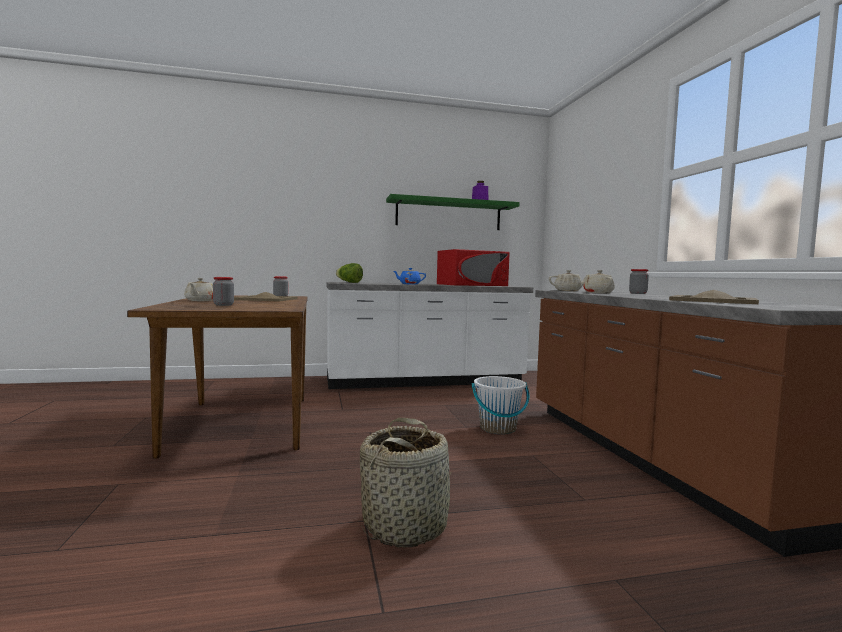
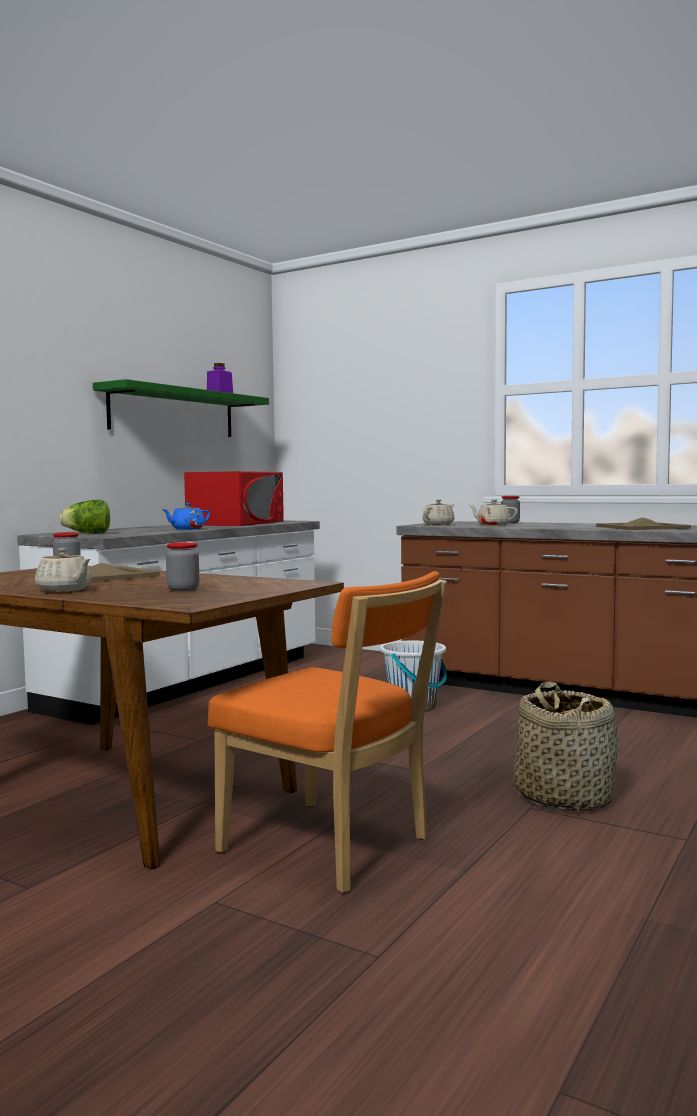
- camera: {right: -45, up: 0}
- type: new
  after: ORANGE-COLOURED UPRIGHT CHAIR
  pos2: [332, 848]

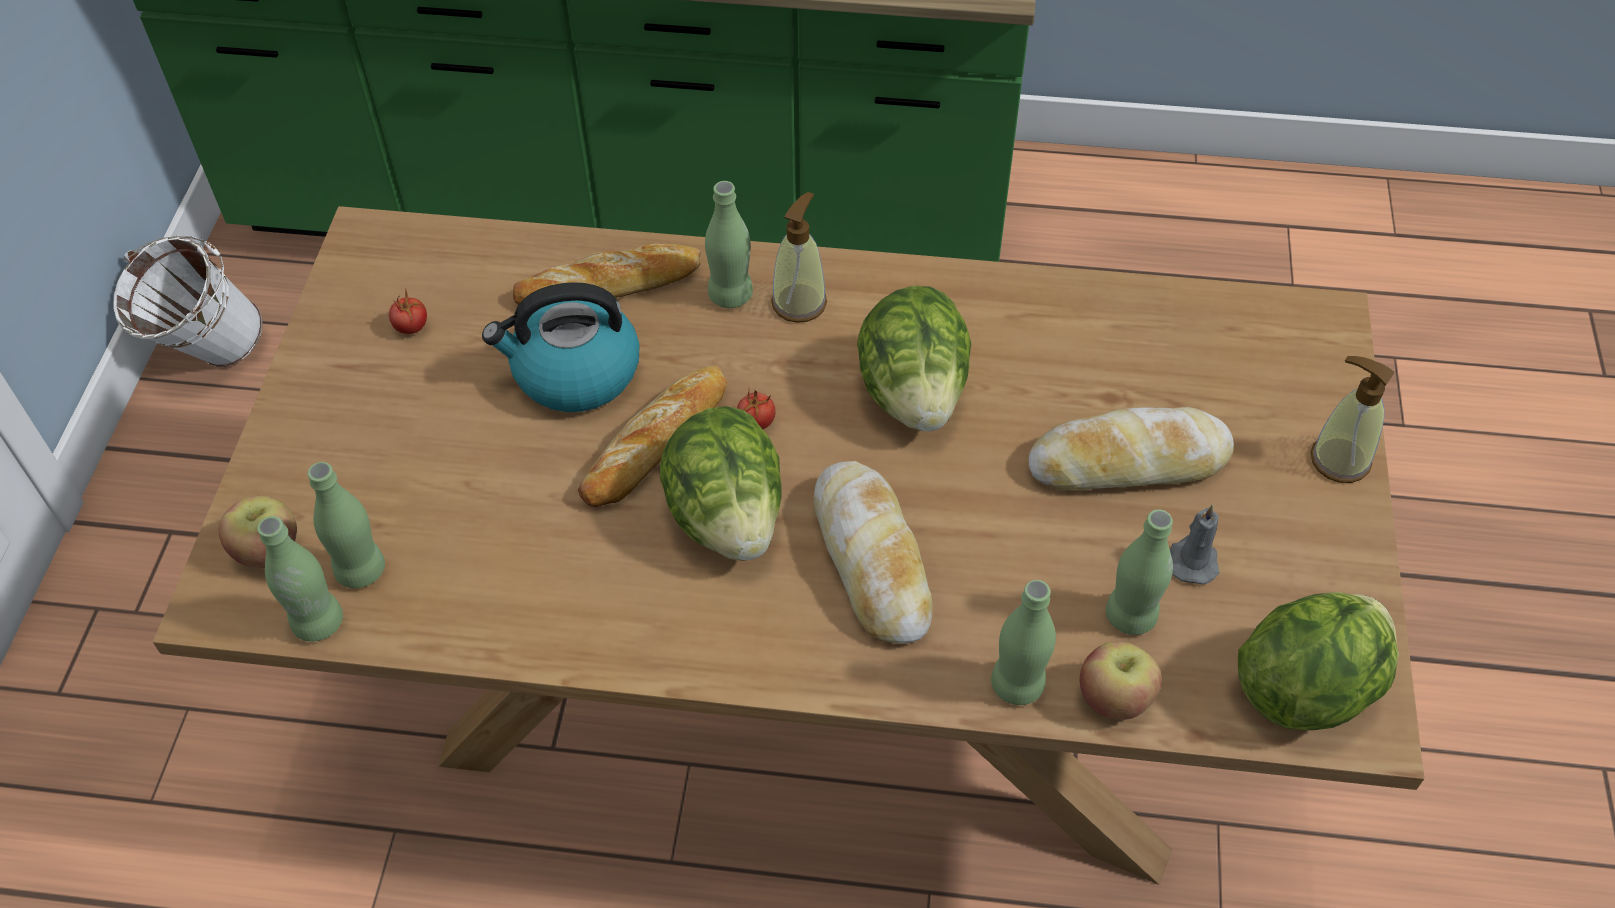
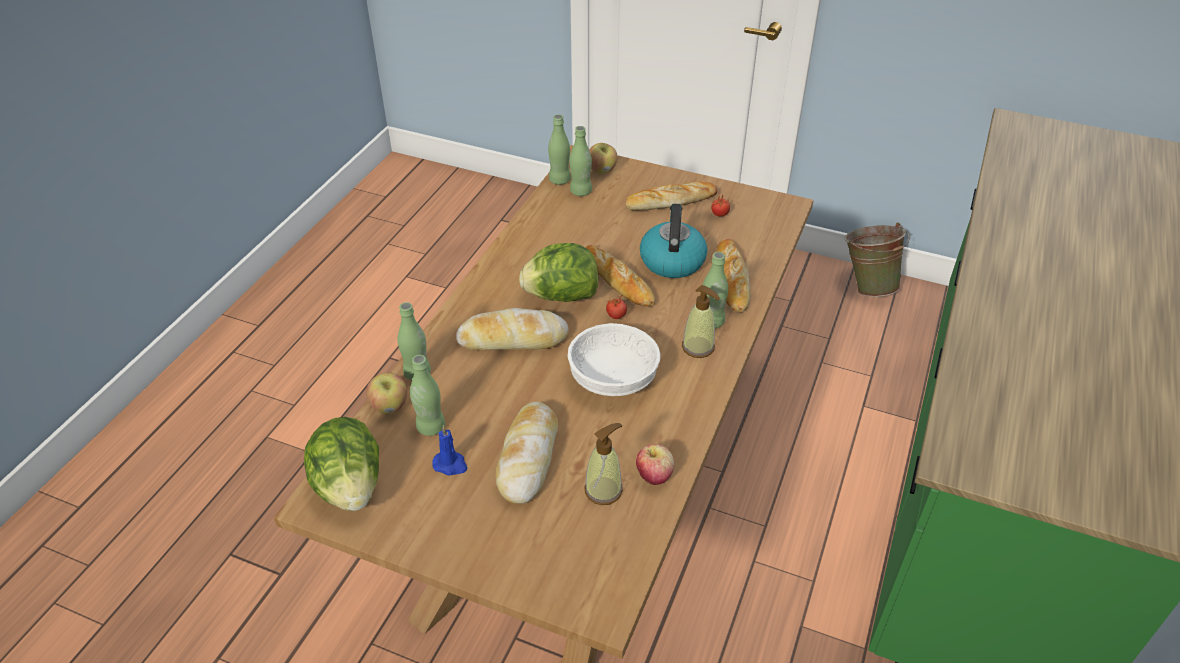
- camera: {right: 105, up: -10}
- type: repainted
  before: GREY CANDLE
  after: BLUISH CANDLE
  pos1: [1192, 560]
  pos2: [450, 464]
- type: swapped
  before: LETTUCE HEAD
  after: WHITE SERVING BOWL
  pos1: [913, 393]
  pos2: [614, 379]
- type: shifted
  before: SOAP BOTTLE
  pos1: [1339, 460]
  pos2: [603, 490]
- type: new
  after: BAKED BREAD
  pos2: [670, 201]
- type: new
  after: WHOLE APPLE
  pos2: [654, 476]
- type: repainted
  before: WHITE WATER BUCKET
  after: GREEN-COLOURED WATER BUCKET
  pos1: [207, 357]
  pos2: [867, 285]

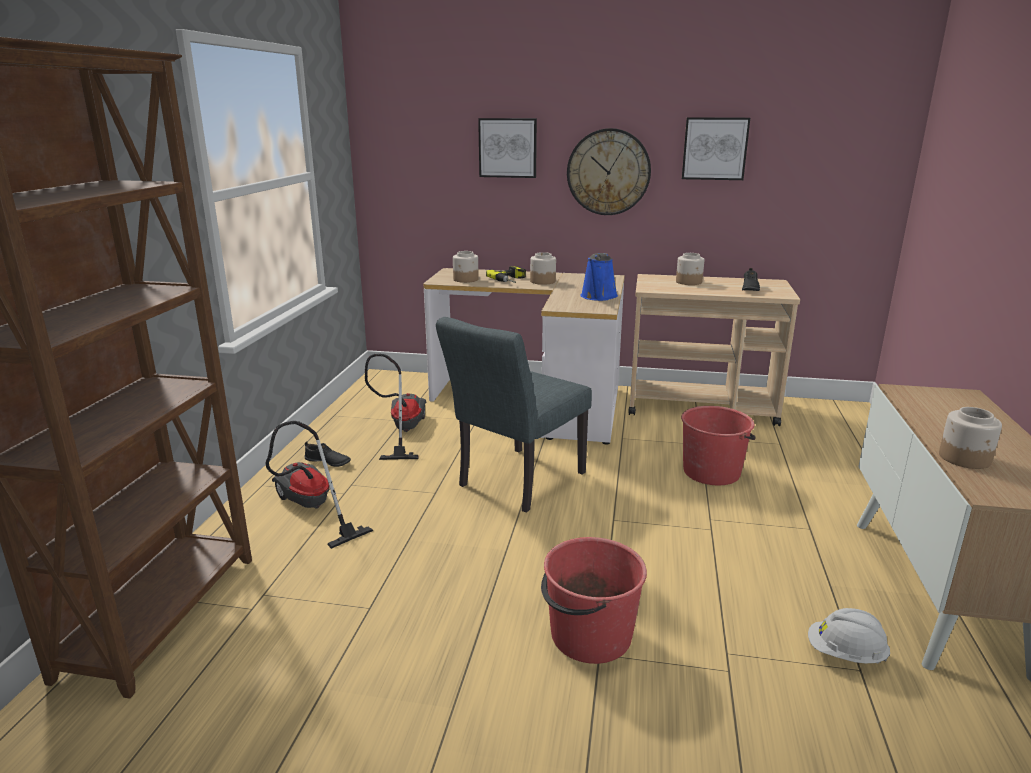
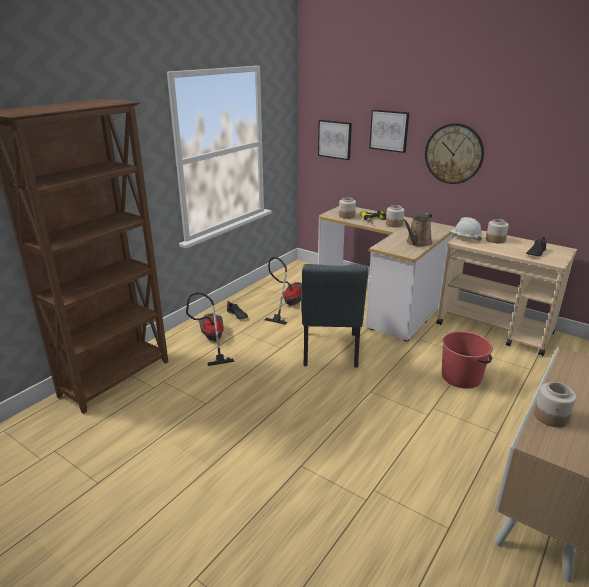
- camera: {right: 25, up: 5}
- type: rotated
  before: GREY UPRIGHT CHAIR
  pos1: [515, 483]
  pos2: [330, 353]
  turn: -60
- type: shifted
  before: PICTURE
  pos1: [714, 148]
  pos2: [335, 139]
- type: repainted
  before: BLUISH SPRINKLING CAN
  after: BROWNISH SPRINKLING CAN
  pos1: [598, 297]
  pos2: [417, 243]
- type: shifted
  before: WHITE SAFETY HELMET
  pos1: [845, 654]
  pos2: [465, 238]
- type: gone
  before: REDDISH WATER BUCKET
  pos1: [589, 636]

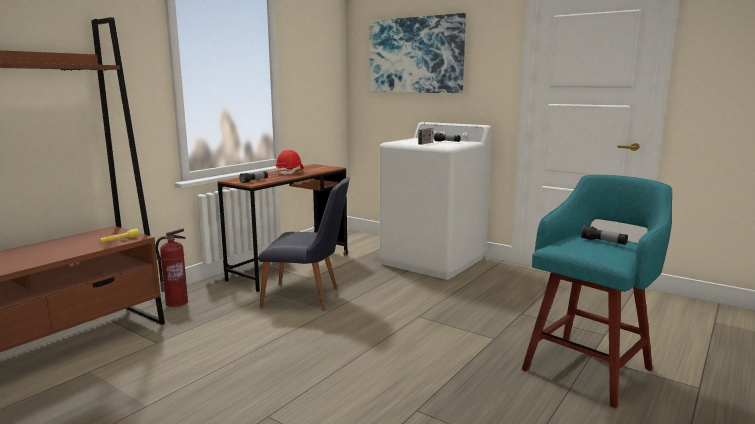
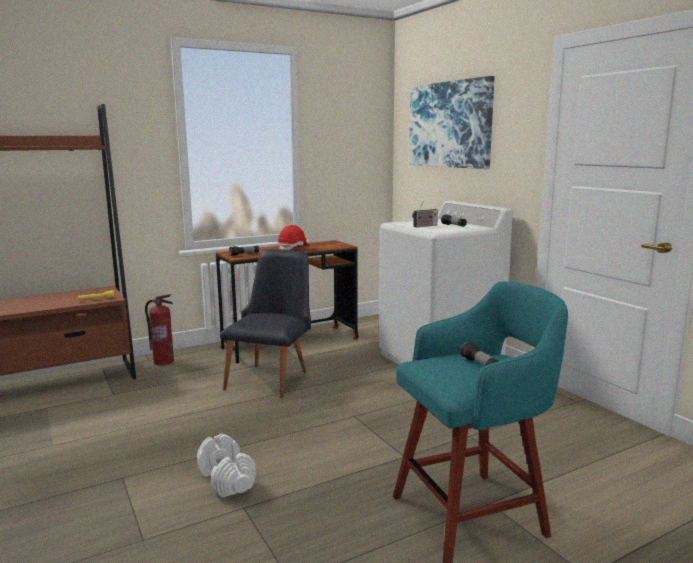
- camera: {right: 25, up: 0}
- type: new
  after: WHITE FREE WEIGHT
  pos2: [227, 479]
- type: rotated
  before: BLACKISH UPRIGHT CHAIR
  pos1: [308, 298]
  pos2: [272, 377]
  turn: -105

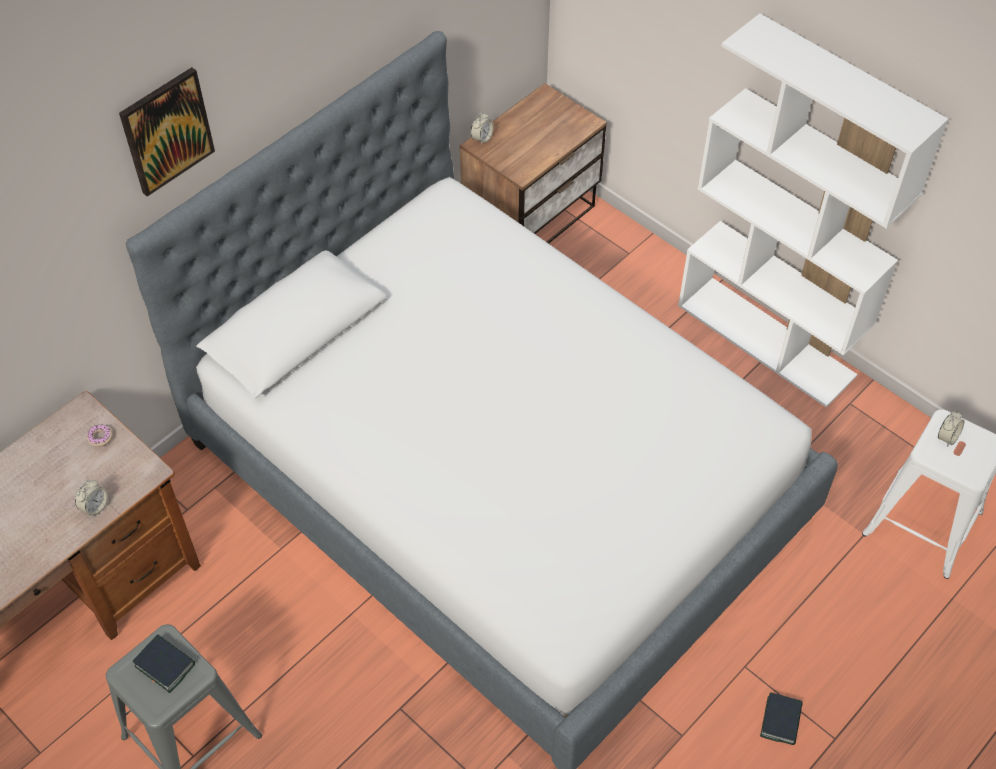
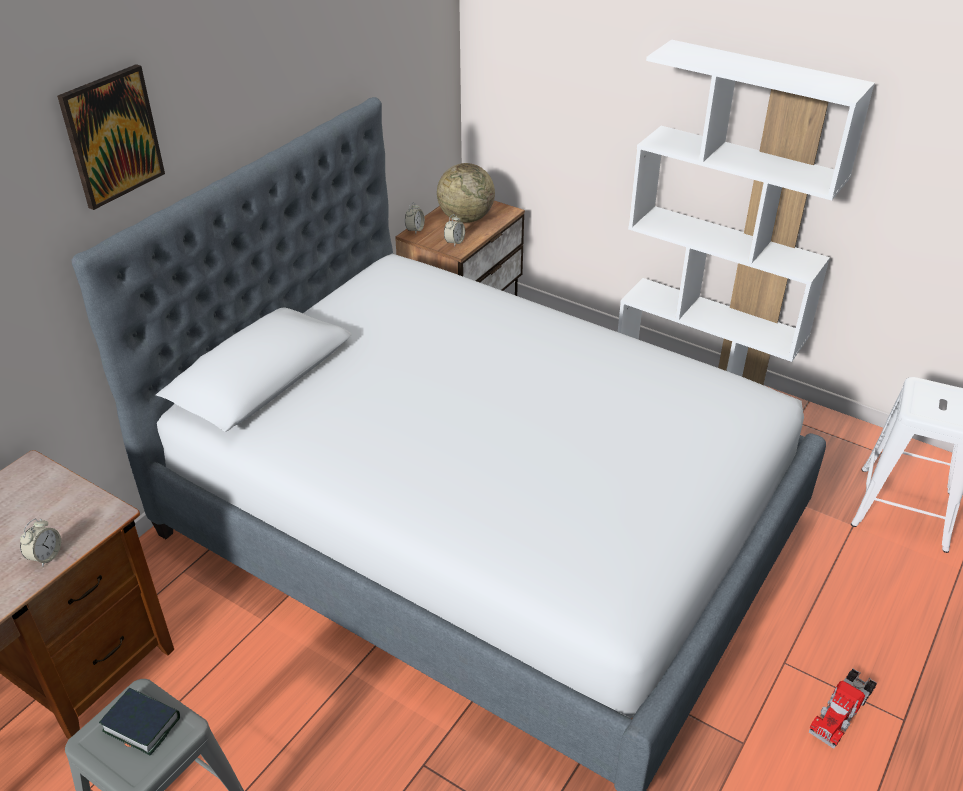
- camera: {right: -10, up: -15}
- type: new
  after: DESK GLOBE
  pos2: [465, 218]
- type: shifted
  before: BEDSIDE CLOCK
  pos1: [947, 437]
  pos2: [454, 242]
- type: swapped
  before: BOUND BOOK
  after: TOY TRUCK
  pos1: [781, 721]
  pos2: [841, 711]
- type: gone
  before: RING DOUGHNUT
  pos1: [100, 437]

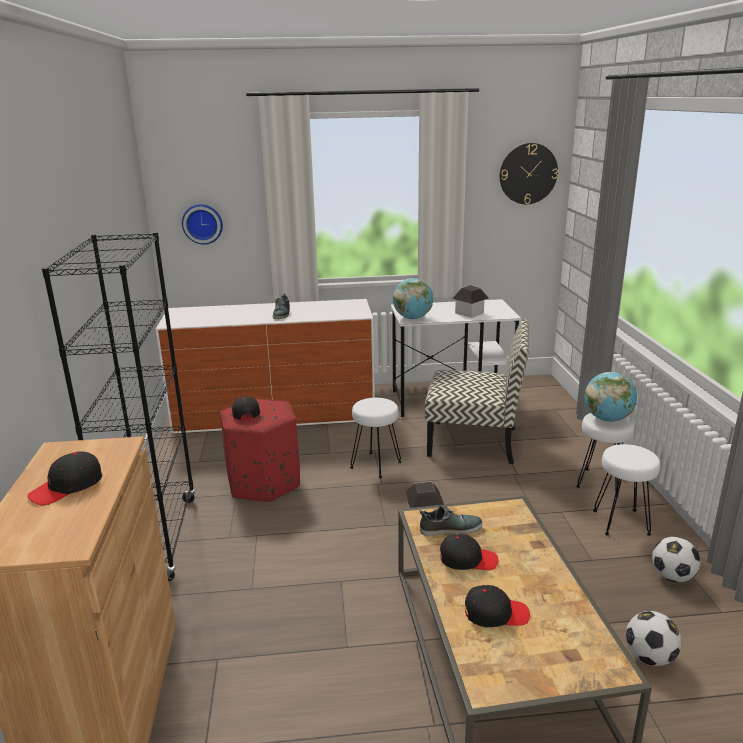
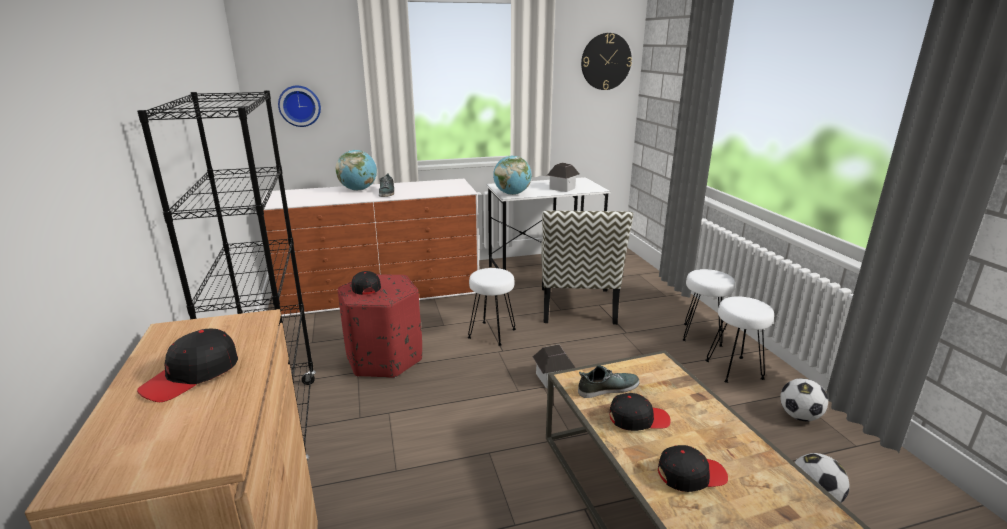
- camera: {right: -10, up: 0}
- type: shifted
  before: DESK GLOBE
  pos1: [607, 419]
  pos2: [358, 190]
- type: rotated
  before: UPRIGHT CHAIR
  pos1: [474, 441]
  pos2: [577, 306]
  turn: 90

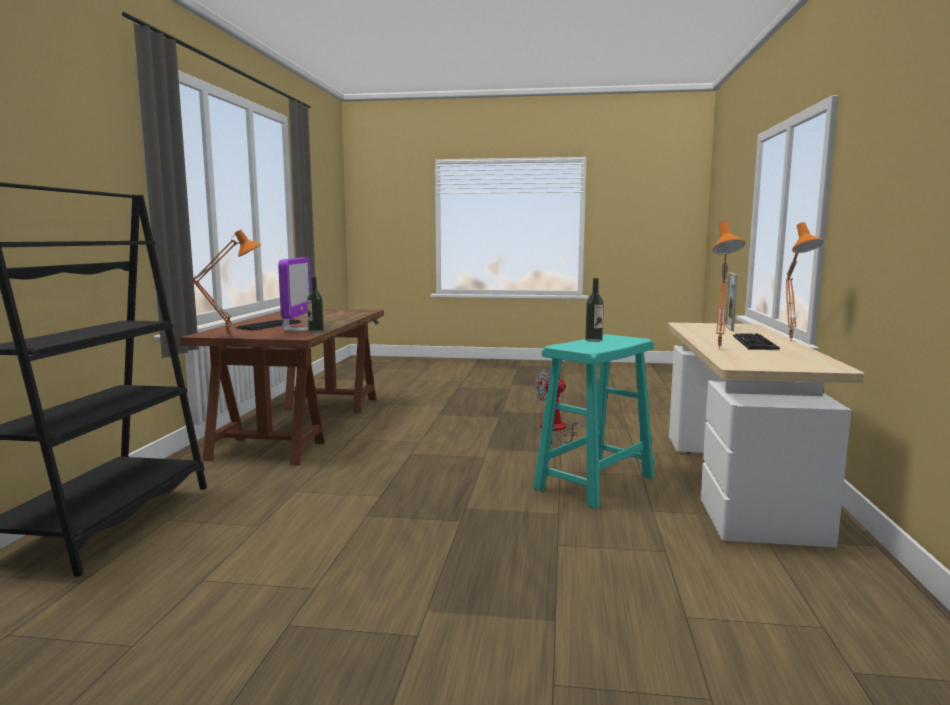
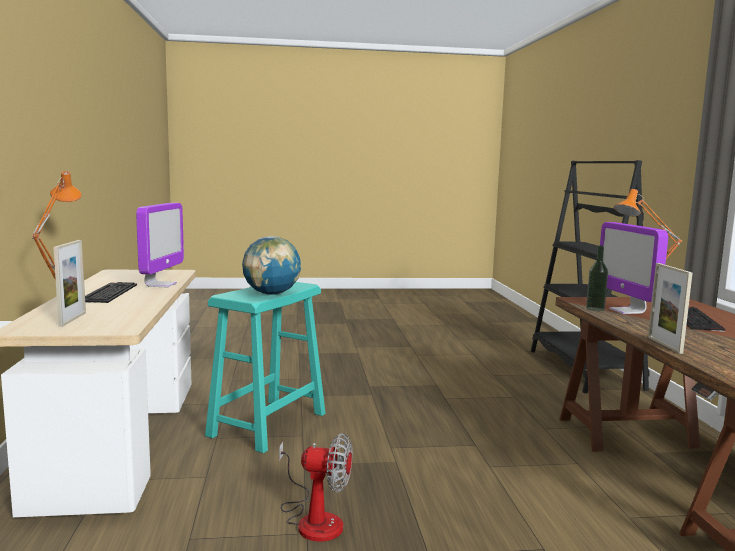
- camera: {right: 165, up: 0}
- type: swapped
  before: ORANGE-COLOURED TABLETOP LAMP
  after: COMPUTER DISPLAY
  pos1: [721, 349]
  pos2: [161, 285]
- type: swapped
  before: BEVERAGE BOTTLE
  after: DESK GLOBE
  pos1: [593, 340]
  pos2: [272, 294]
- type: new
  after: PHOTO FRAME
  pos2: [664, 345]

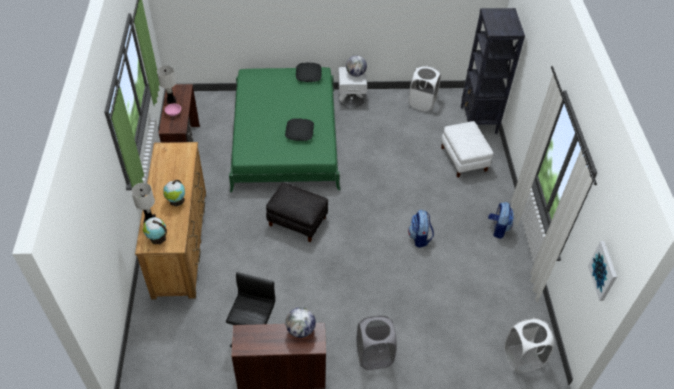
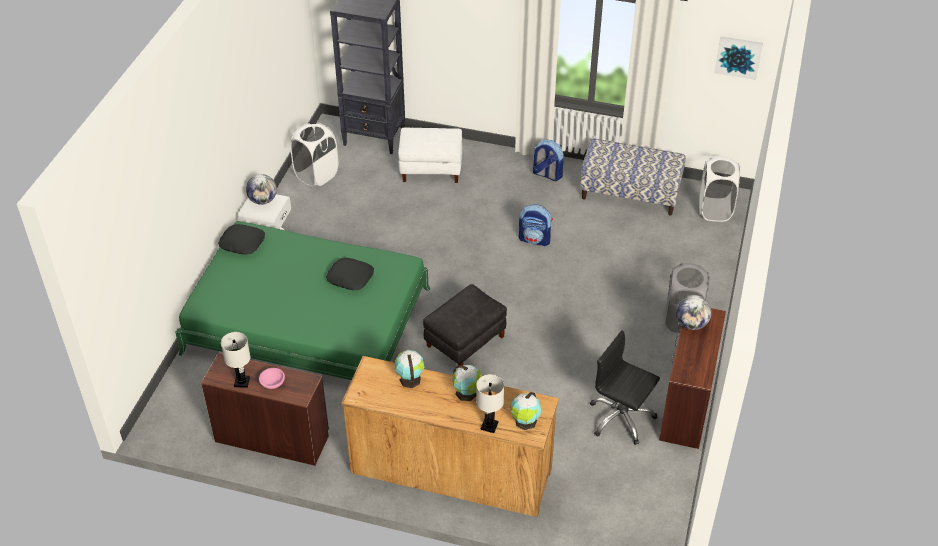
- camera: {right: -70, up: -5}
- type: new
  after: DESK GLOBE
  pos2: [409, 378]
- type: new
  after: INDOOR BENCH
  pos2: [630, 194]

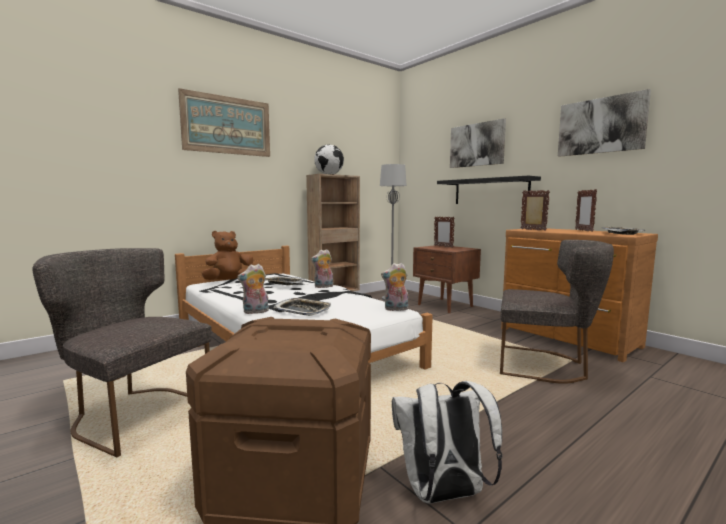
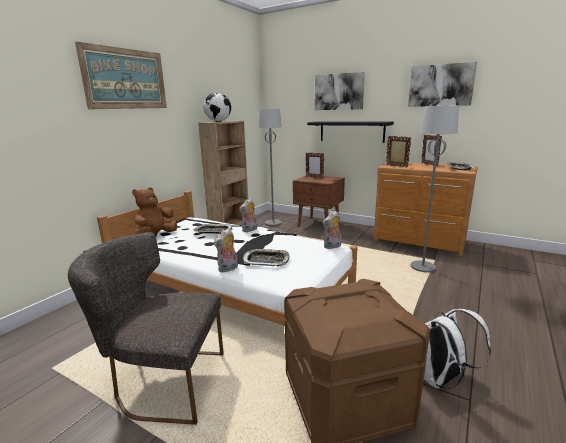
- camera: {right: -20, up: 10}
- type: swapped
  before: GREY UPRIGHT CHAIR
  after: GREY STANDING LAMP
  pos1: [546, 366]
  pos2: [423, 267]

